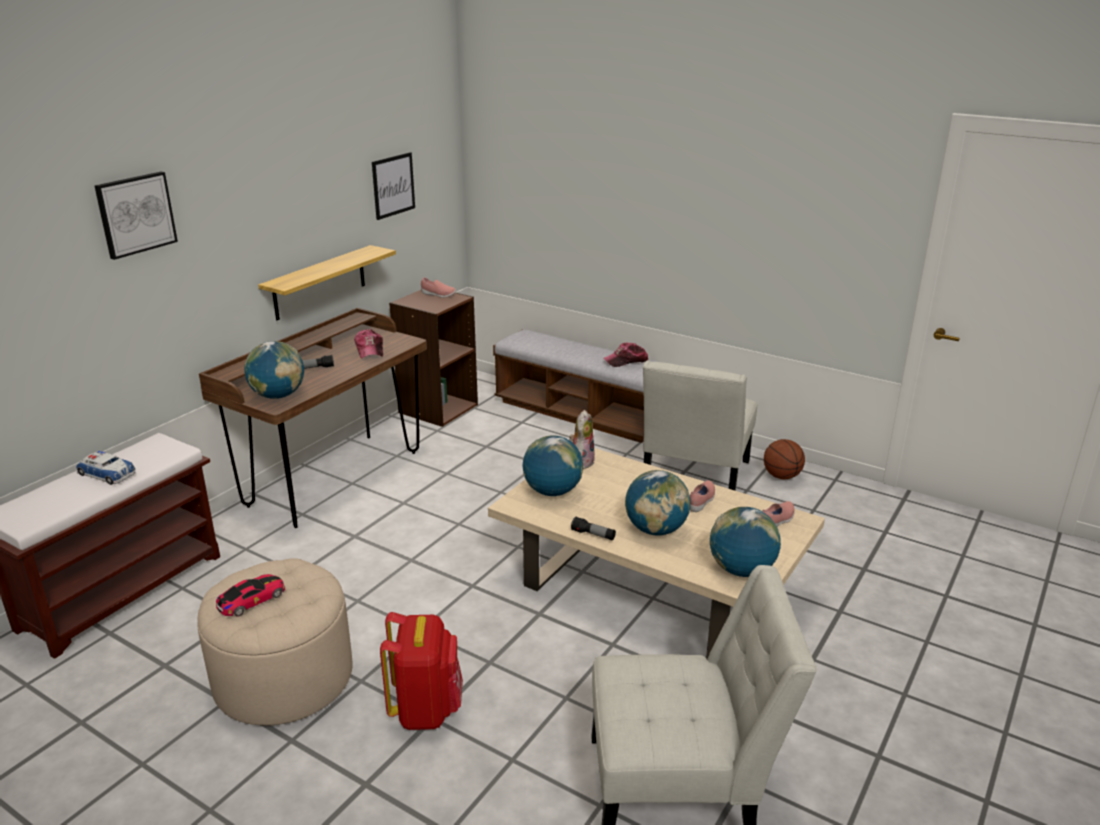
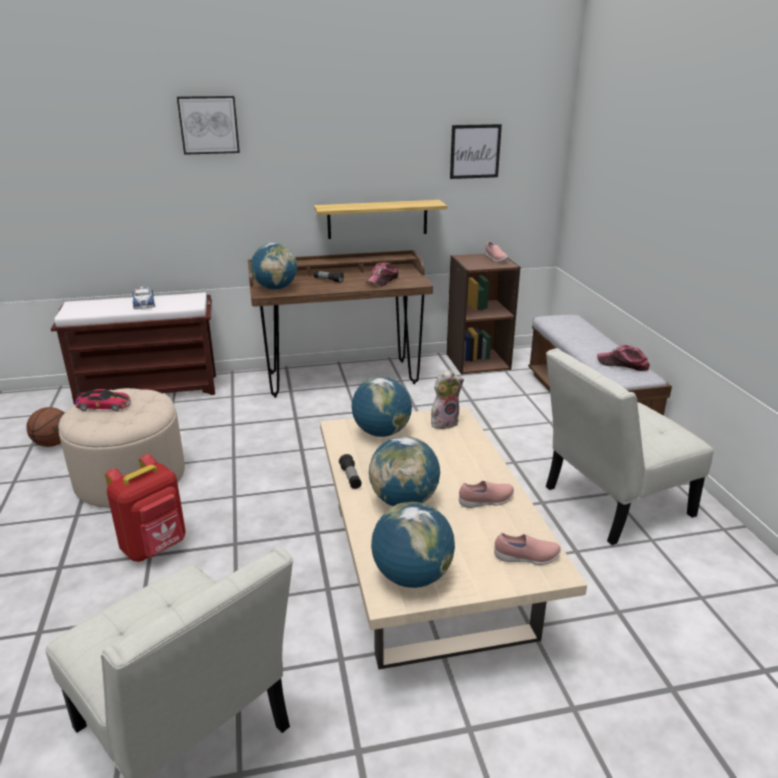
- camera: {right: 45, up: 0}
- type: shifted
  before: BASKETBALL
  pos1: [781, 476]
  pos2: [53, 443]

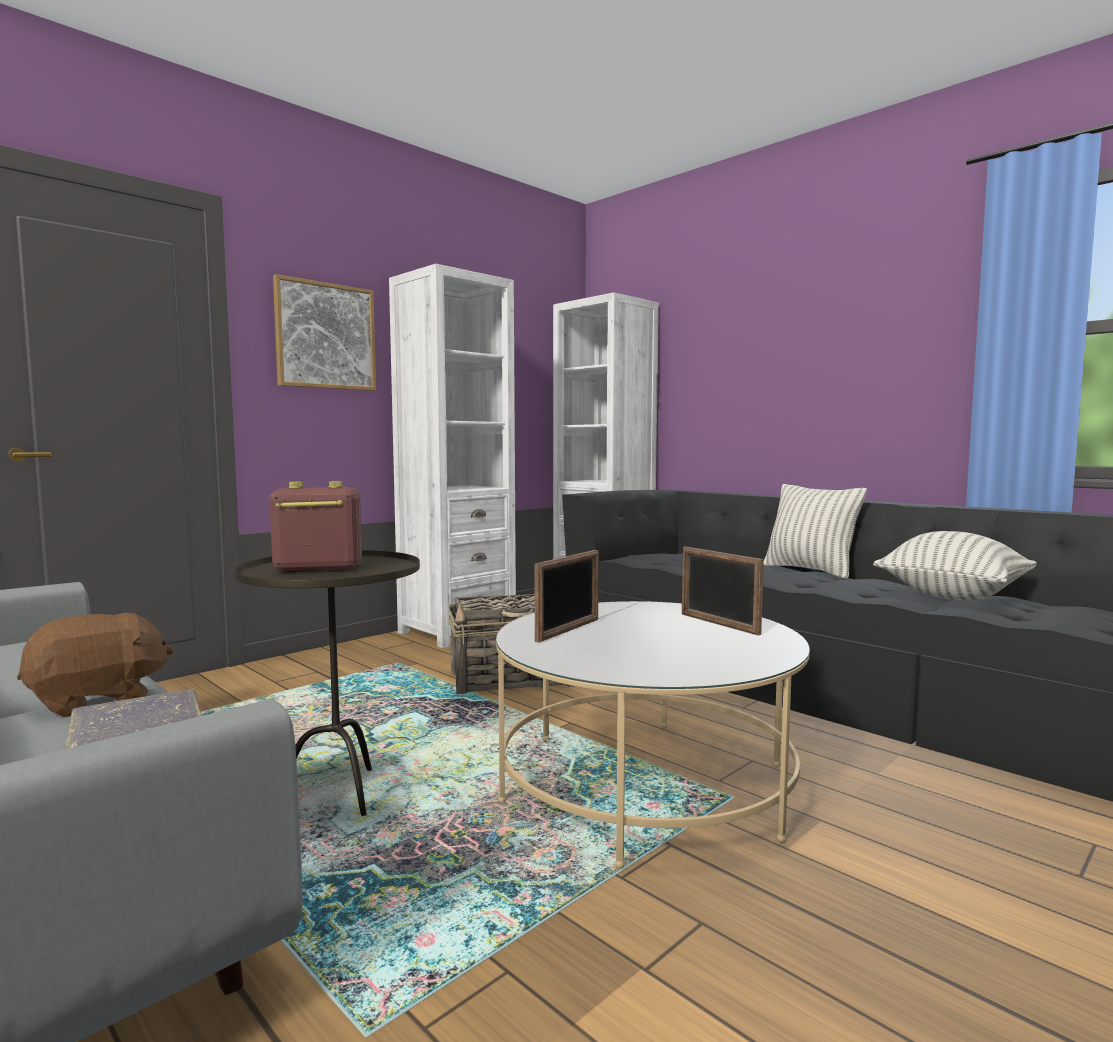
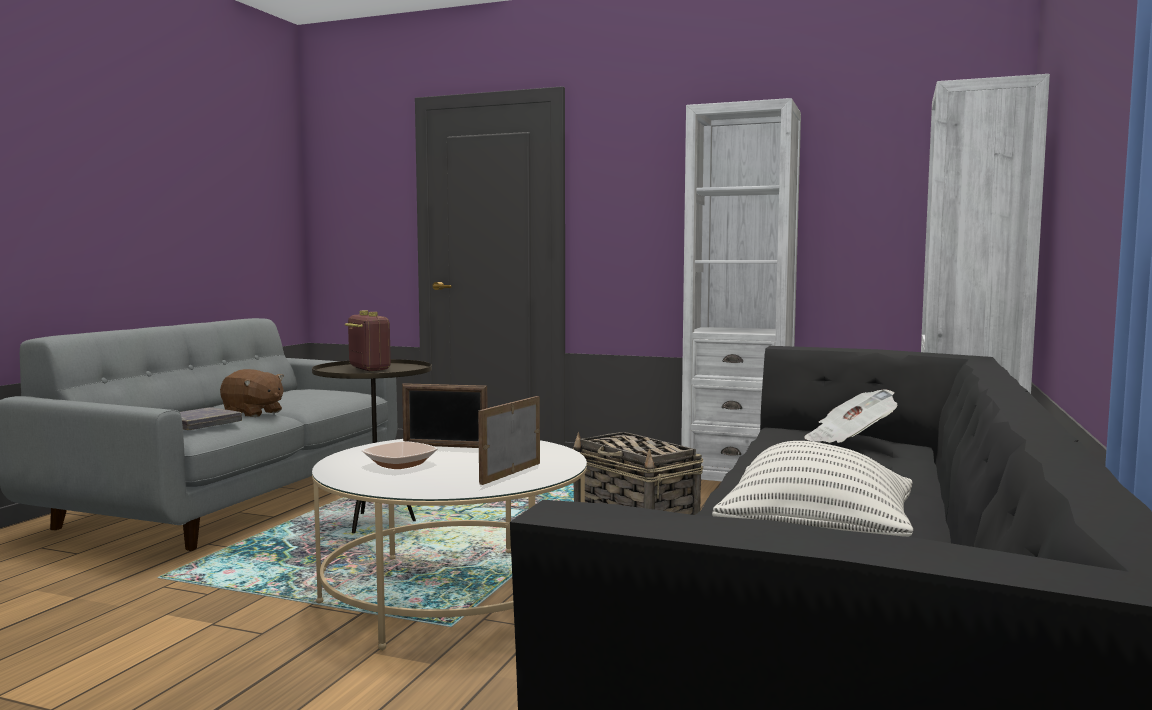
- camera: {right: 65, up: 0}
- type: new
  after: SERVING BOWL
  pos2: [400, 464]
- type: new
  after: DAILY PAPER
  pos2: [849, 440]
- type: gone
  before: PICTURE
  pos1: [325, 336]
- type: gone
  before: THROW PILLOW
  pos1: [810, 570]

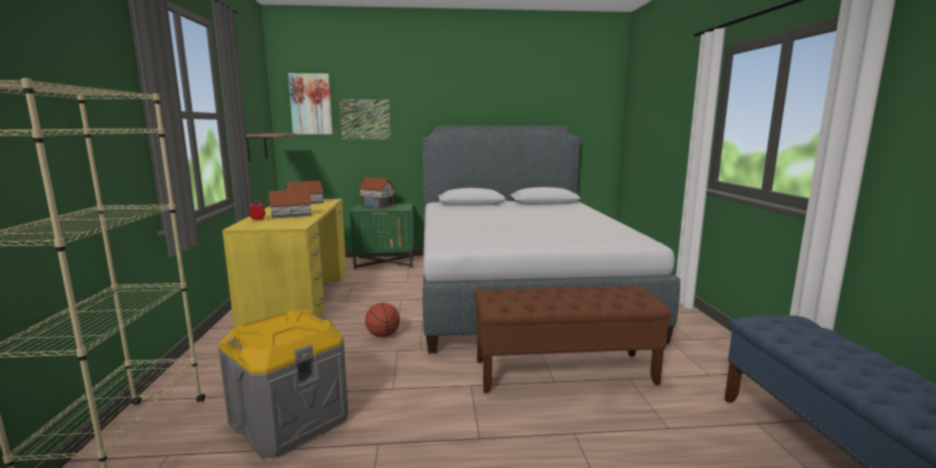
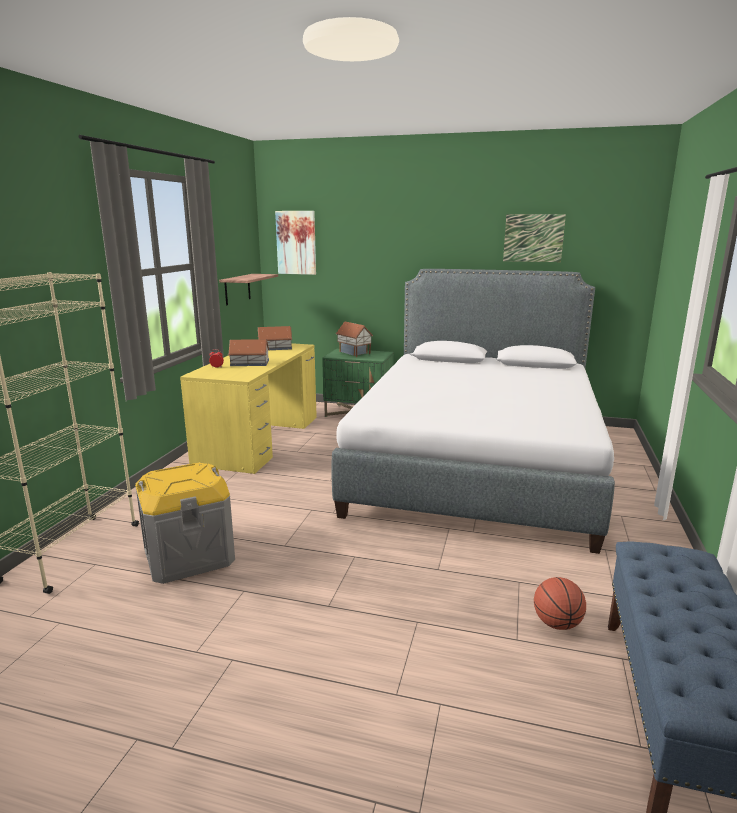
- camera: {right: 20, up: 5}
- type: shifted
  before: PICTURE
  pos1: [365, 119]
  pos2: [533, 238]
- type: shifted
  before: BASKETBALL
  pos1: [383, 335]
  pos2: [557, 624]
- type: gone
  before: BROWNISH INDOOR BENCH
  pos1: [564, 372]

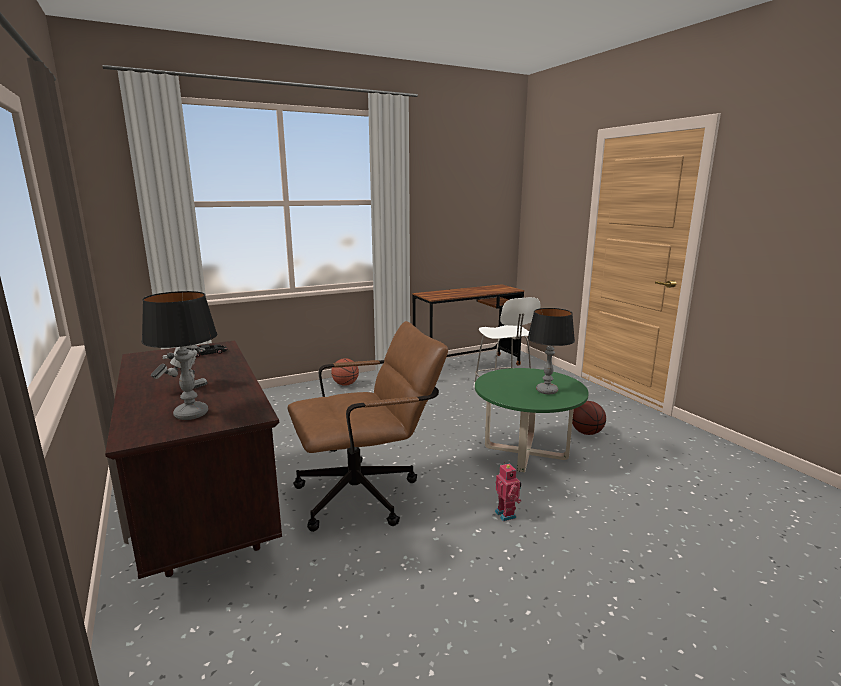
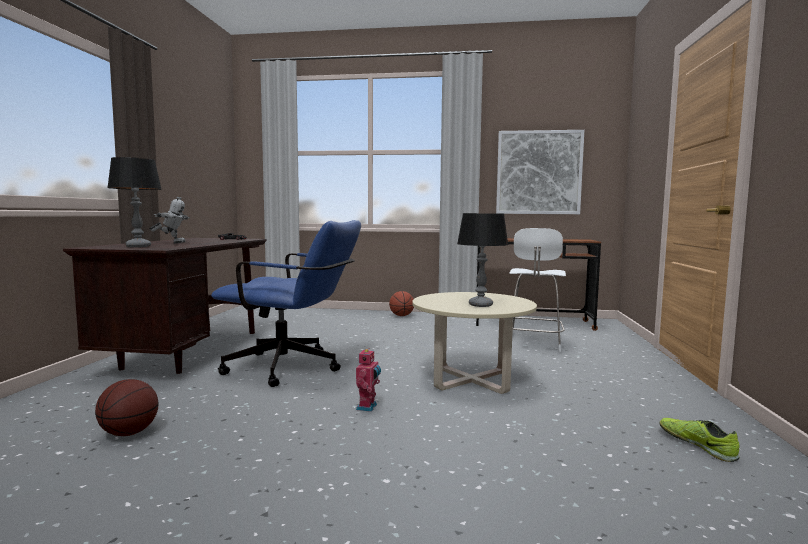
- camera: {right: 35, up: -10}
- type: shifted
  before: BASKETBALL
  pos1: [586, 433]
  pos2: [129, 433]
- type: repainted
  before: BROWNISH DESK CHAIR
  after: BLUISH DESK CHAIR
  pos1: [368, 493]
  pos2: [293, 368]
- type: repainted
  before: GREEN-COLOURED LOUNGE TABLE
  after: BEIGE-COLOURED LOUNGE TABLE
  pos1: [526, 452]
  pos2: [471, 380]
- type: new
  after: PICTURE
  pos2: [538, 172]
- type: new
  after: SHOE
  pos2: [697, 445]

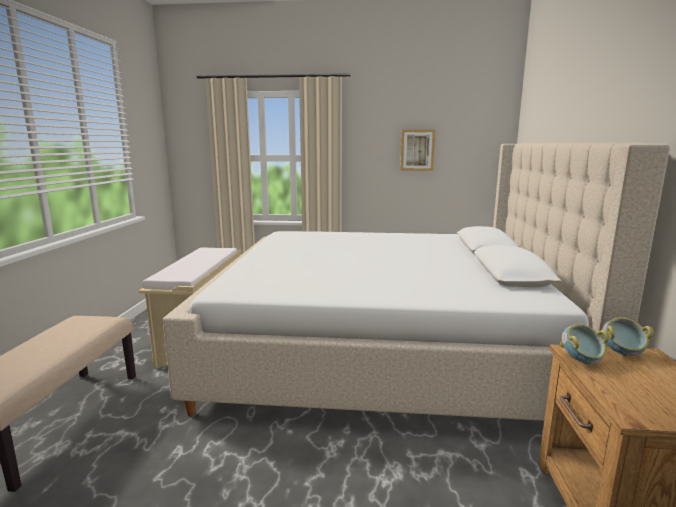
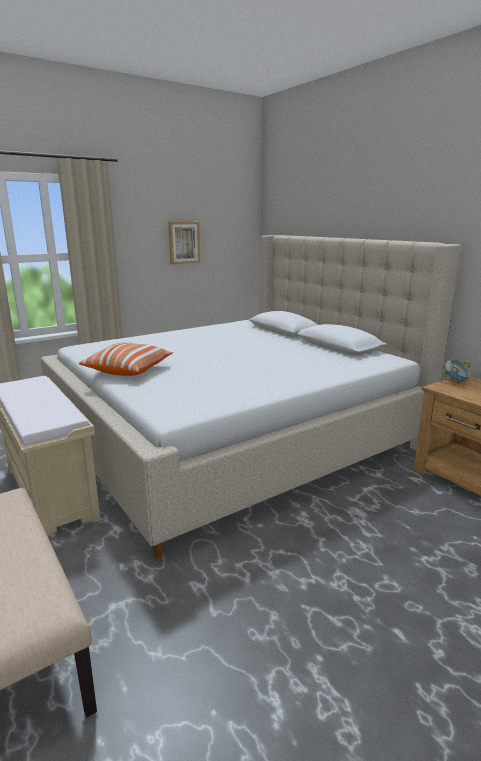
- camera: {right: -40, up: 5}
- type: new
  after: THROW PILLOW
  pos2: [129, 370]
- type: gone
  before: SERVING BOWL
  pos1: [580, 361]

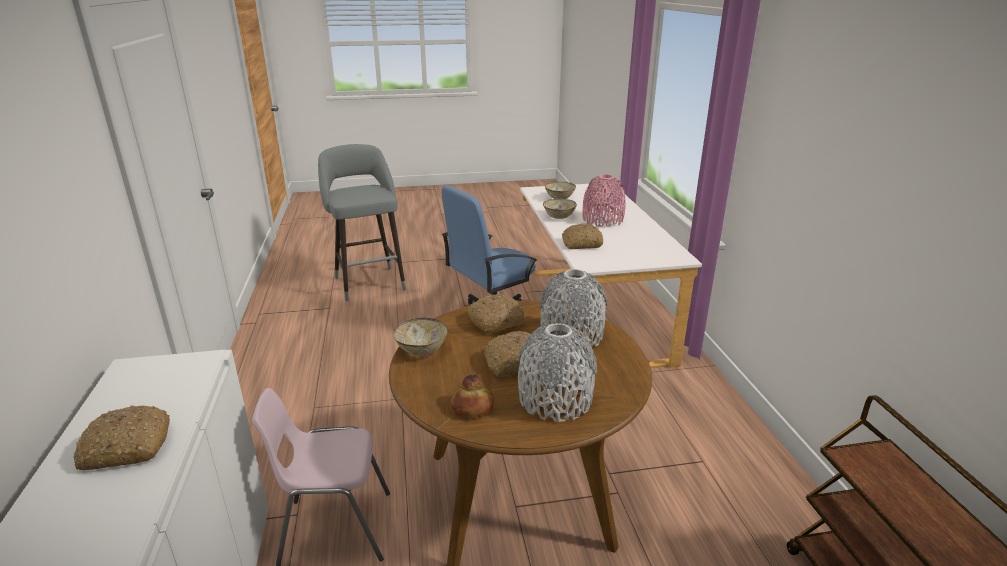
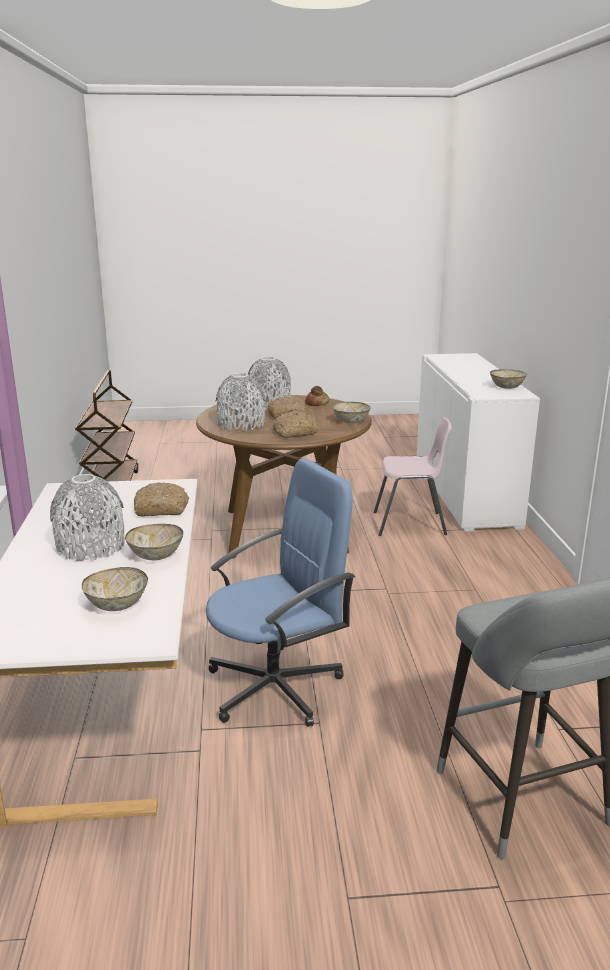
- camera: {right: -175, up: -5}
- type: repainted
  before: PINK-COLOURED FLOWER VASE
  after: GREY FLOWER VASE
  pos1: [602, 220]
  pos2: [91, 546]
- type: new
  after: SERVING BOWL
  pos2: [506, 387]
- type: gone
  before: BAKED BREAD
  pos1: [126, 448]

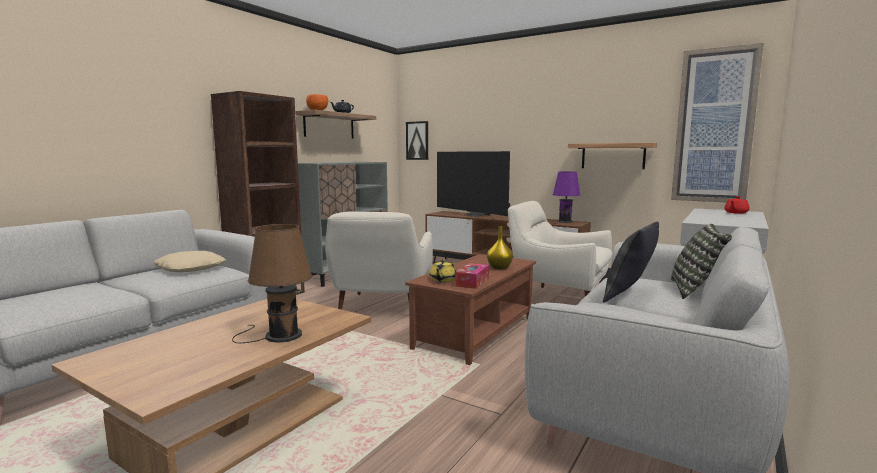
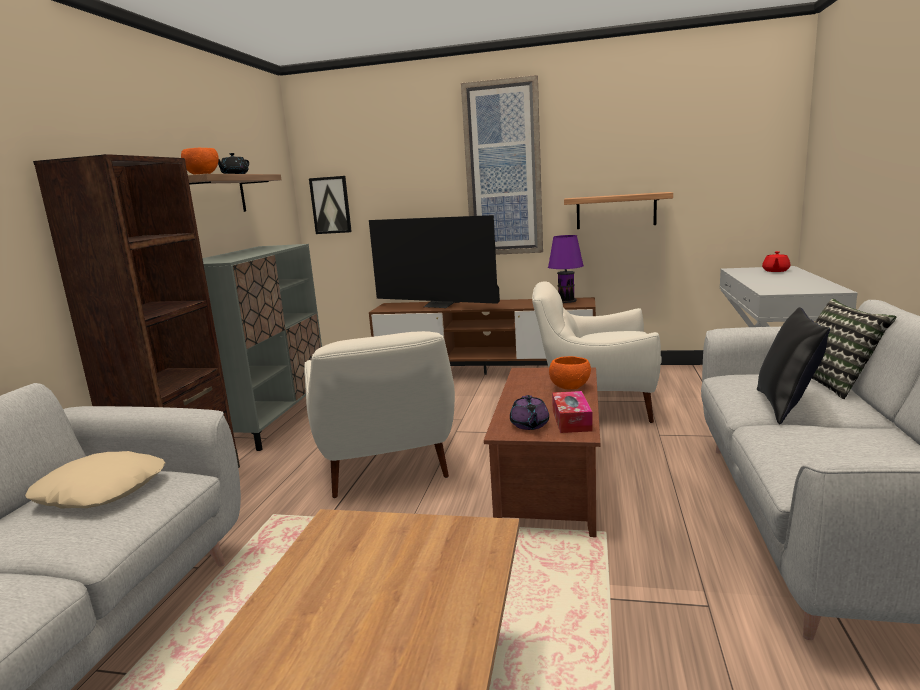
- camera: {right: -20, up: 5}
- type: shifted
  before: PICTURE
  pos1: [714, 126]
  pos2: [503, 169]
- type: repainted
  before: YELLOWISH POT FOR TEA
  after: PURPLE-COLOURED POT FOR TEA
  pos1: [442, 280]
  pos2: [529, 425]
- type: swapped
  before: YELLOWISH FLOWER VASE
  after: ORANGE-COLOURED SERVING BOWL
  pos1: [499, 267]
  pos2: [569, 387]
- type: gone
  before: BROWNISH TABLETOP LAMP
  pos1: [279, 336]

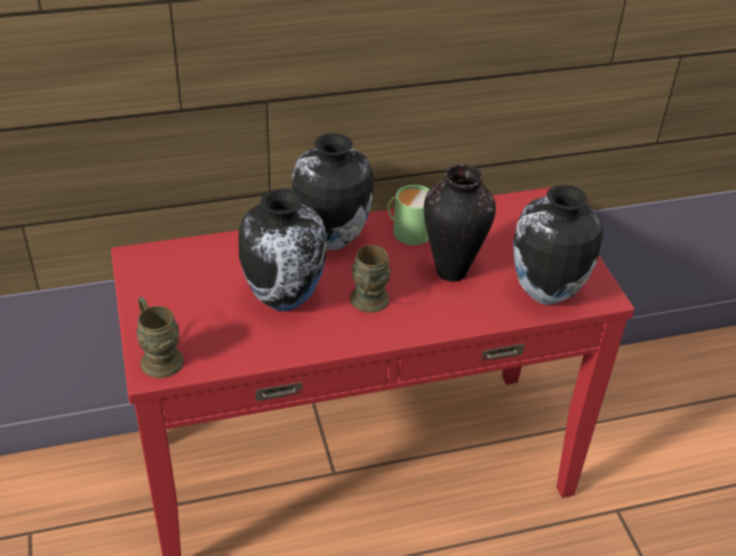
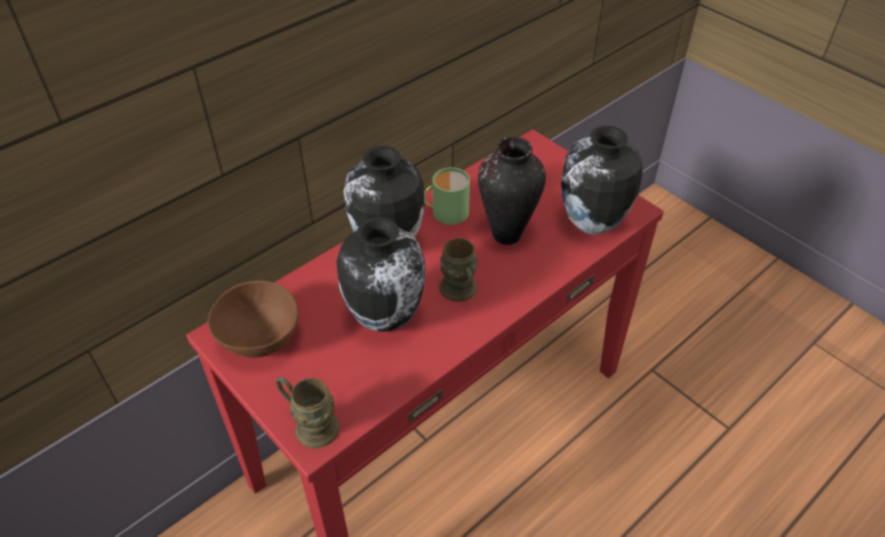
- camera: {right: -25, up: 5}
- type: new
  after: BROWNISH SERVING BOWL
  pos2: [260, 340]

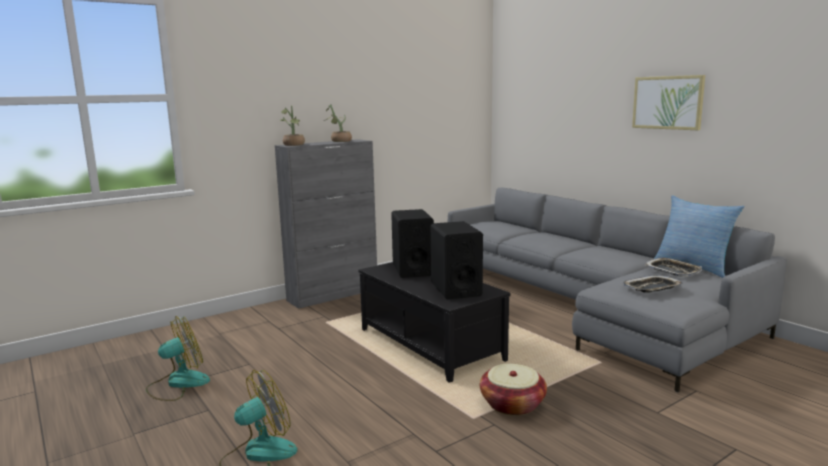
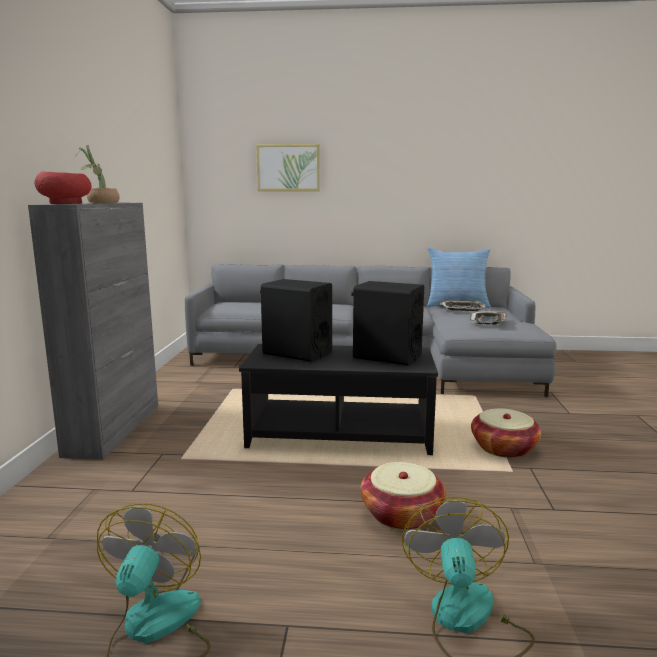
- camera: {right: -50, up: 0}
- type: swapped
  before: HOUSEPLANT
  after: REDDISH SERVING BOWL
  pos1: [293, 145]
  pos2: [66, 204]
- type: shifted
  before: PICTURE
  pos1: [667, 102]
  pos2: [288, 168]
- type: new
  after: STORAGE BASKET
  pos2: [402, 514]

